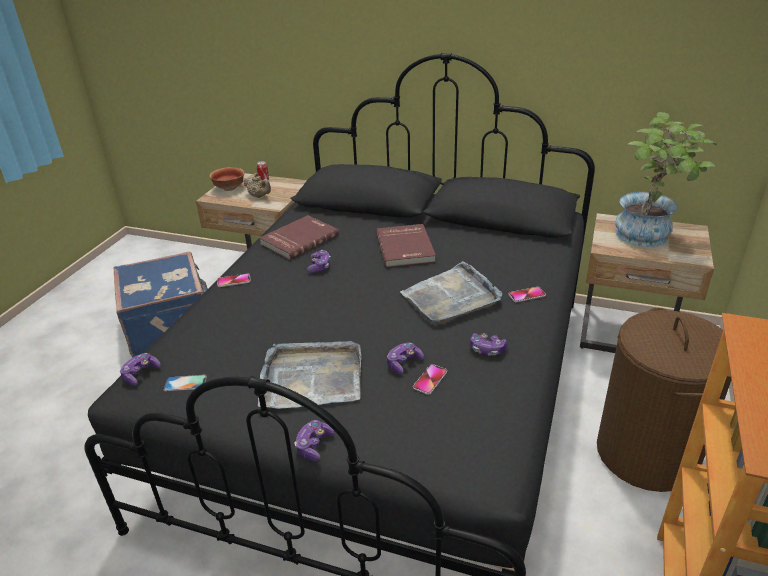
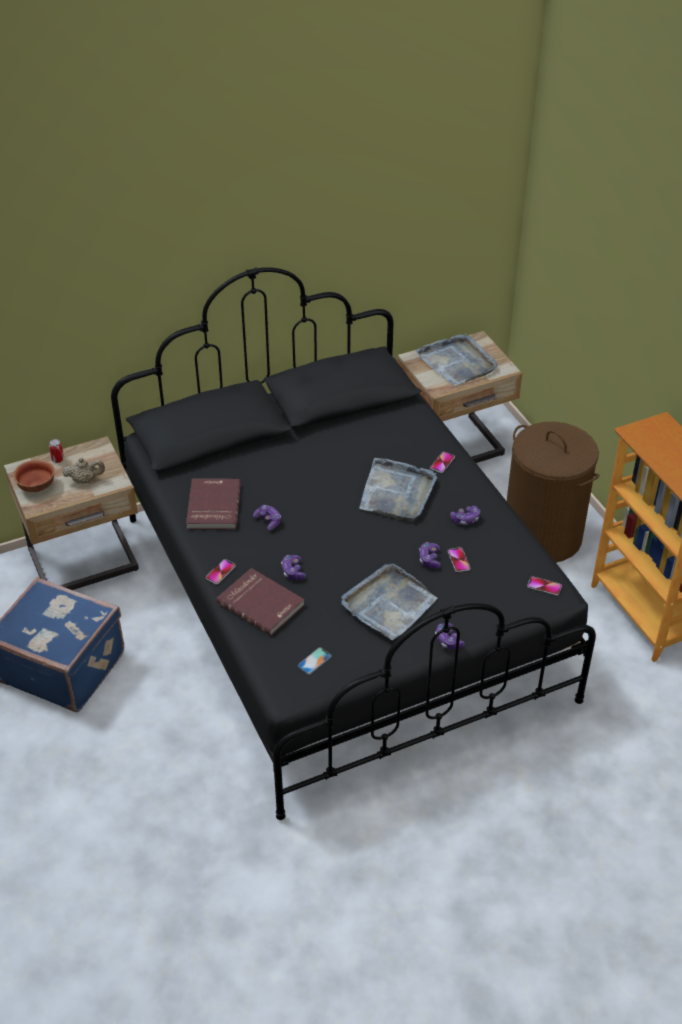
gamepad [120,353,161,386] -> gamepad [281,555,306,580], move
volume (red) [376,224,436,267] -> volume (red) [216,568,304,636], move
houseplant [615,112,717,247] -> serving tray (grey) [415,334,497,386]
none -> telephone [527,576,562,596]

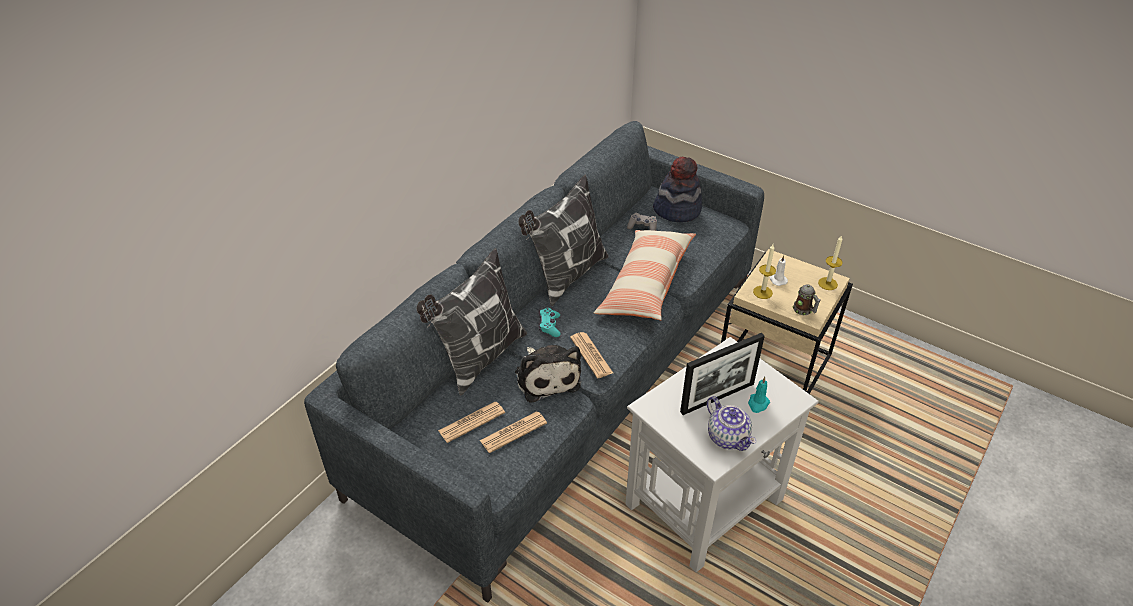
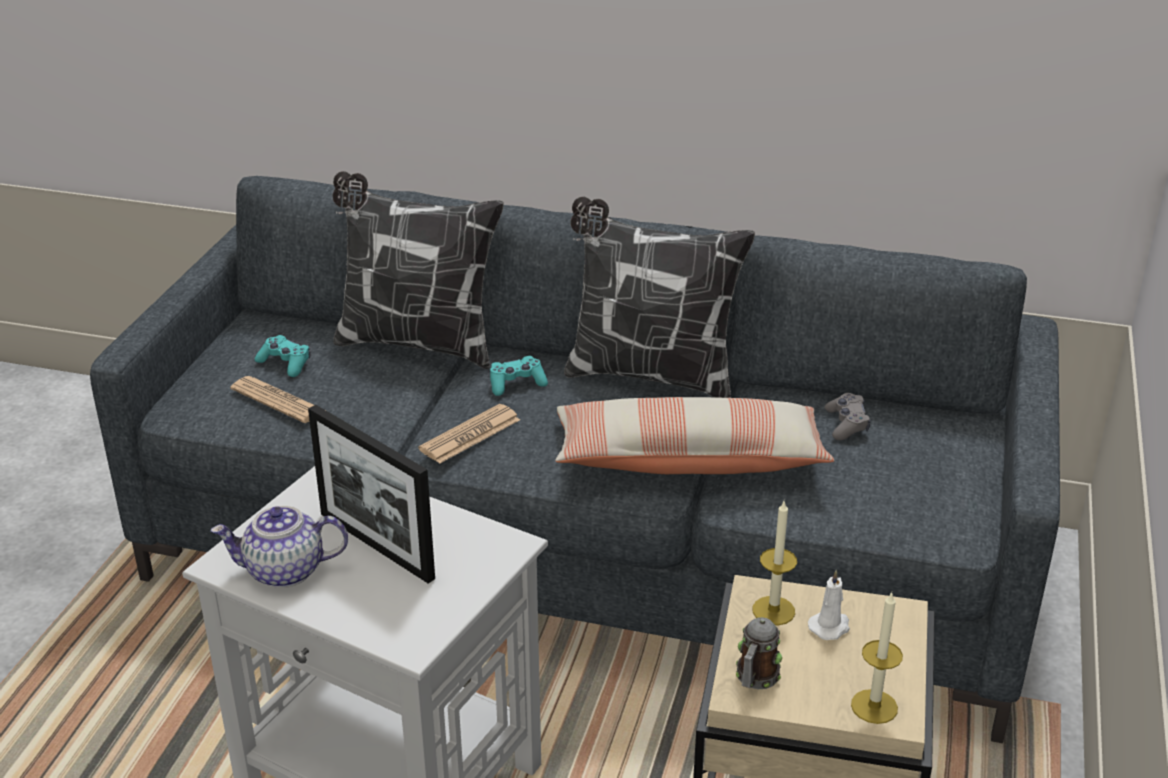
daily paper [438,402,505,443] -> gamepad (turquoise-coloured) [255,335,310,377]
plush toy [515,345,581,403] -> none
wearable hat [653,157,702,222] -> none
pot for tea [707,396,756,451] -> pot for tea [211,505,348,588], 45 degrees clockwise
wax candle (turquoise-coloured) [748,377,770,413] -> none

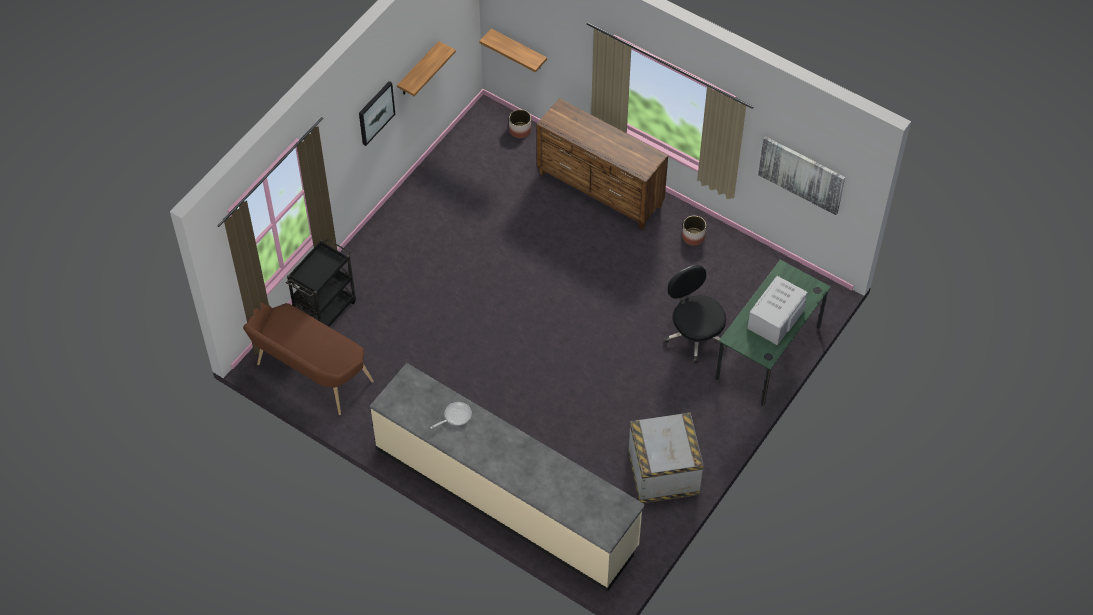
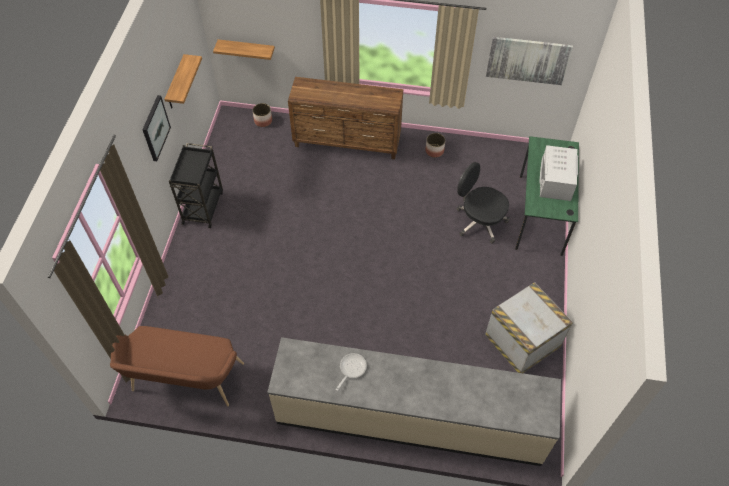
wheeled cart (black) [286,238,356,327] -> wheeled cart (black) [169,143,223,228], move

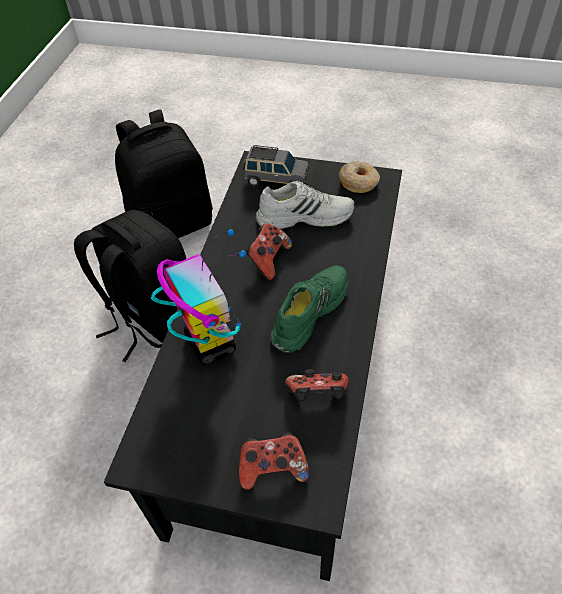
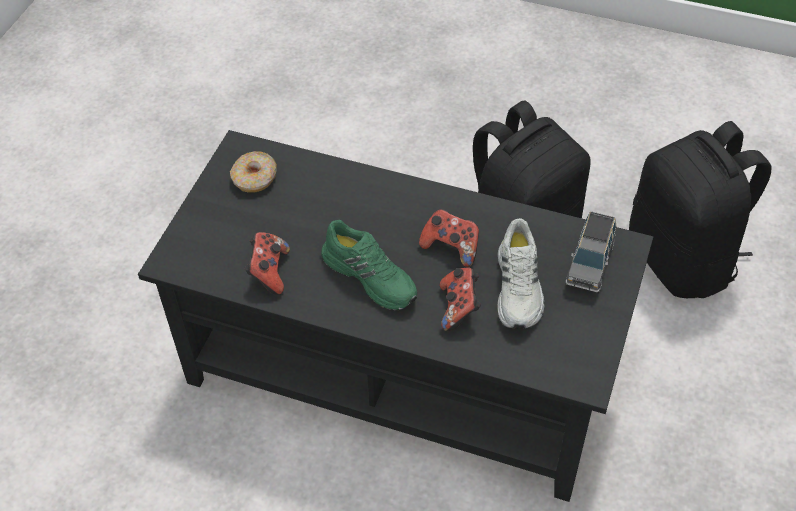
model robot [151,229,247,365] -> none
gamepad [239,432,309,490] -> gamepad [440,268,481,331], move
ring doughnut [339,161,380,193] -> ring doughnut [230,151,277,193], move

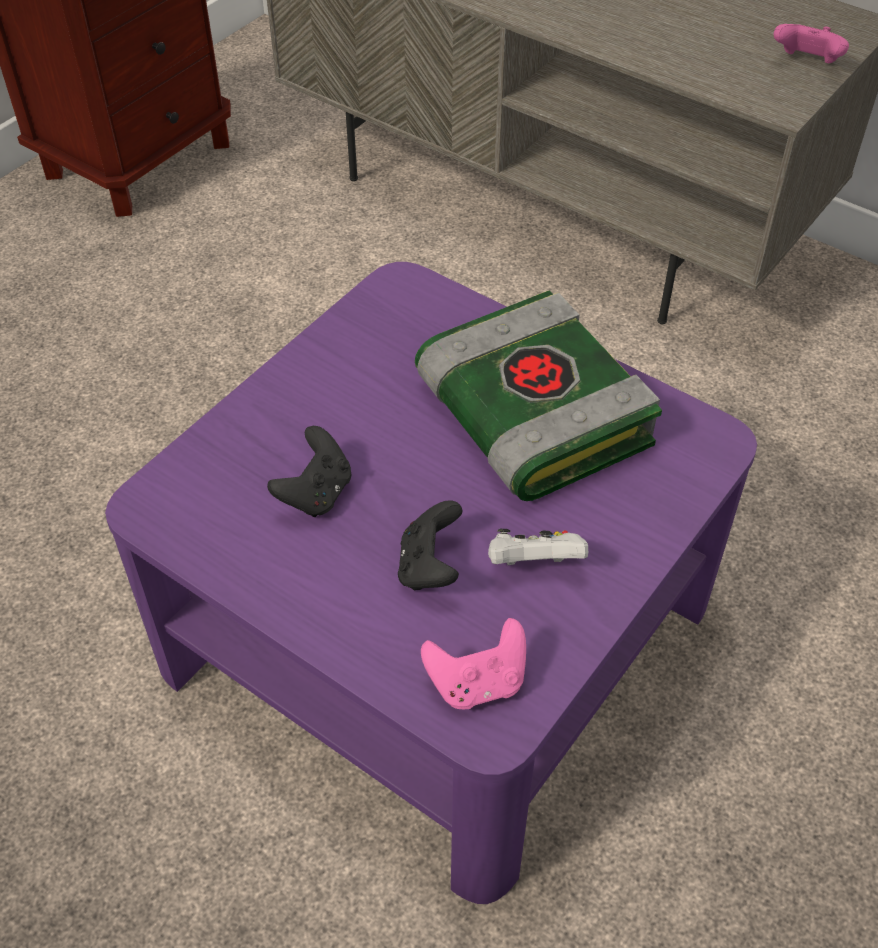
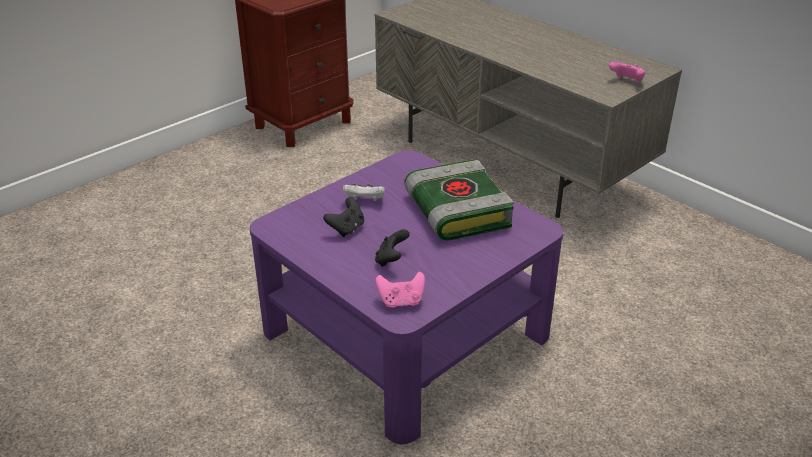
gamepad (white-coloured) [488,529,588,565] -> gamepad (white-coloured) [343,184,385,201], move

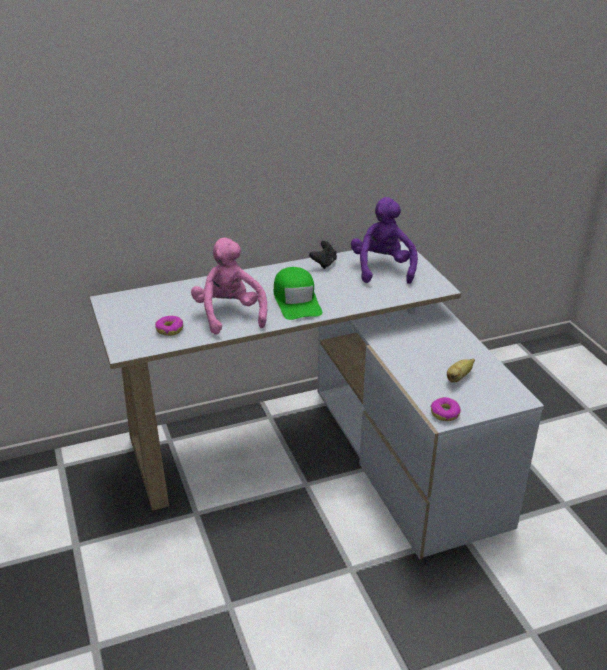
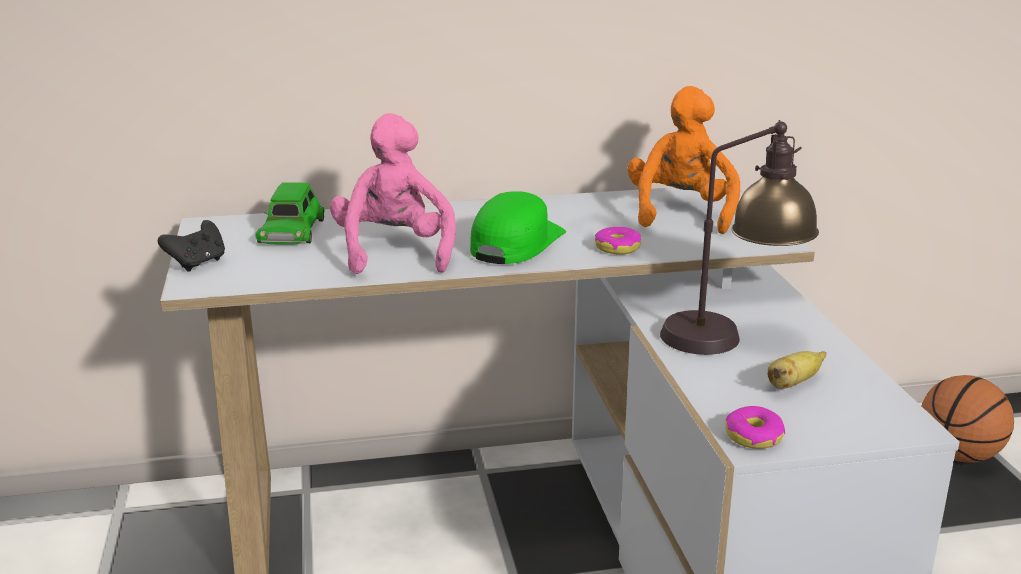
ring doughnut [155,316,183,336] -> ring doughnut [595,227,641,255], move
peaked cap (green-coloured) [274,267,322,320] -> peaked cap (green-coloured) [470,191,566,264], 150 degrees counterclockwise
gamepad (black) [309,241,337,269] -> gamepad (black) [158,220,225,271], move
plush toy (purple) [351,197,418,284] -> plush toy (orangey) [627,86,740,234]
none -> model car (green-coloured) [255,182,324,245]
none -> table lamp [660,120,819,355]
none -> basketball [922,375,1014,463]

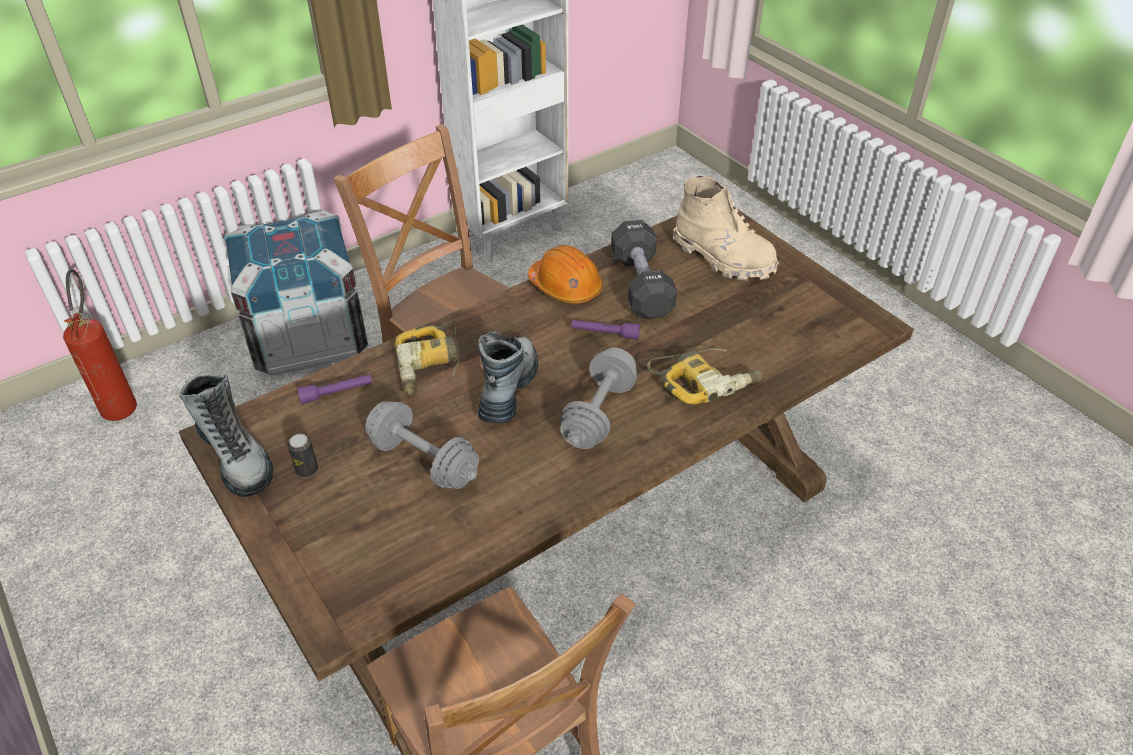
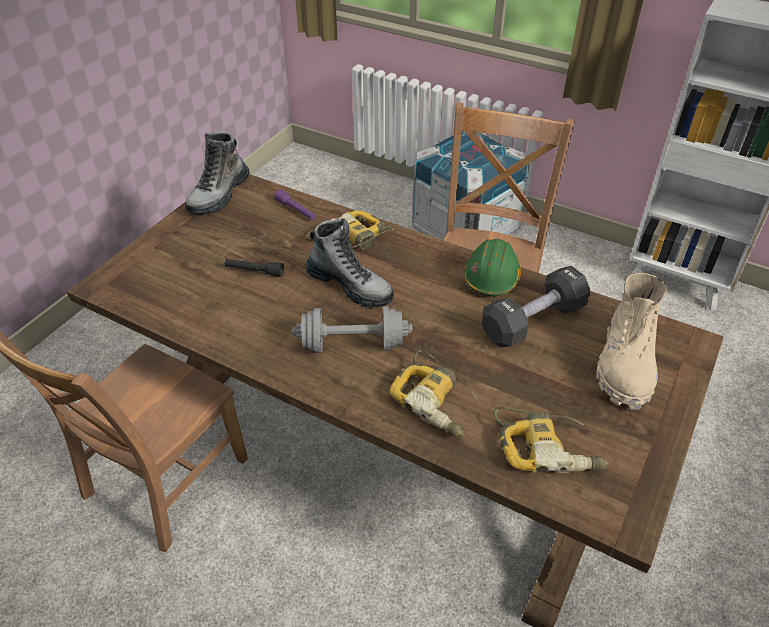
fire-fighting cylinder [63,269,137,421] -> none
metal can [288,434,318,477] -> none
hand weight (grey) [365,401,479,489] -> hand torch (black) [225,259,284,277]
tall boot [478,331,538,424] -> tall boot [305,218,394,308], 45 degrees clockwise
safety helmet (orangey) [528,245,603,304] -> safety helmet (green-coloured) [464,238,521,297]
hand torch (purple) [571,320,640,340] -> none
none -> electric drill [494,407,609,473]

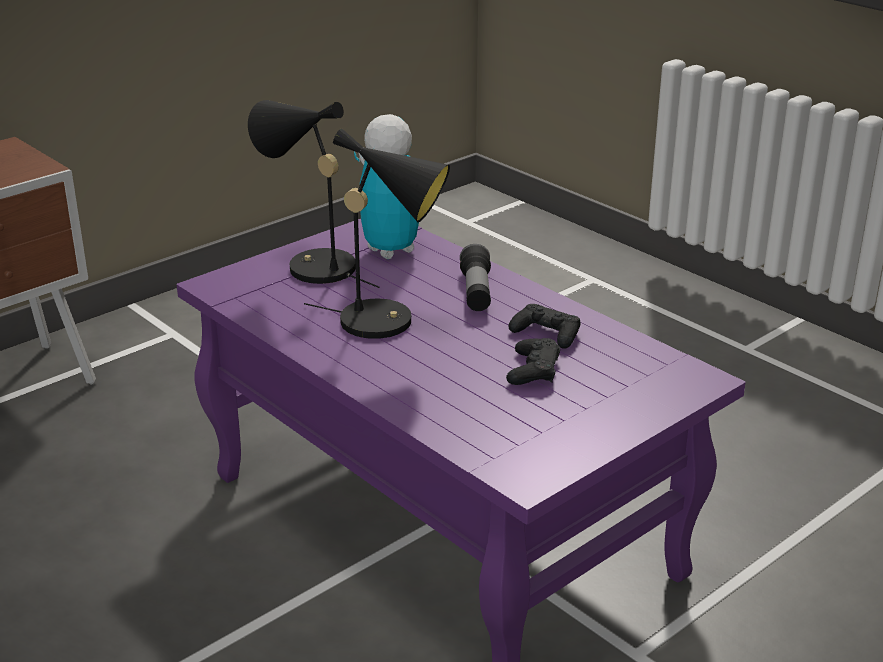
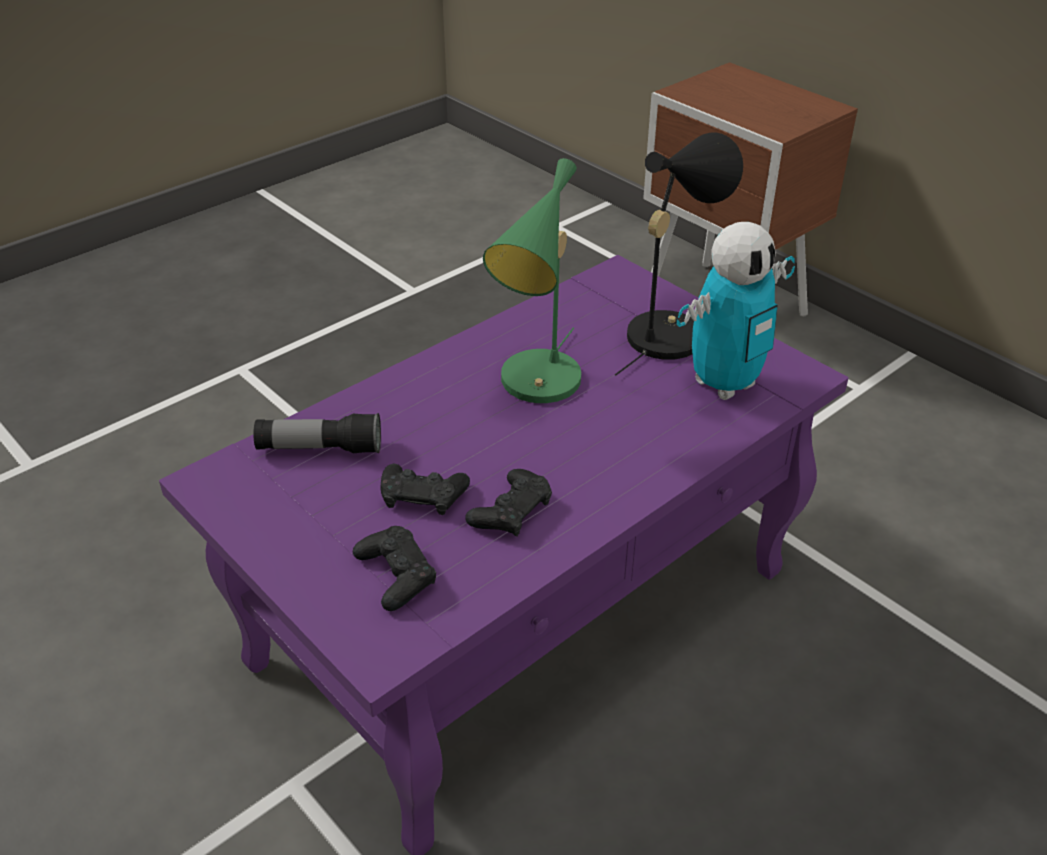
table lamp (black) [304,128,450,339] -> table lamp (green-coloured) [483,158,581,403]
hand torch [460,244,491,311] -> hand torch [253,413,381,453], move
none -> gamepad (black) [353,526,436,611]

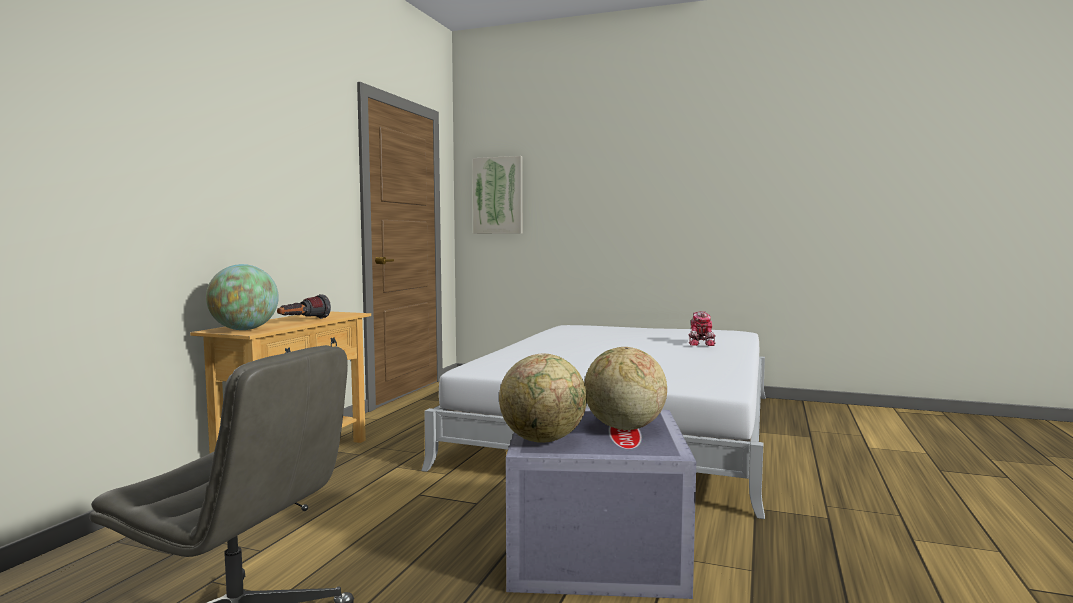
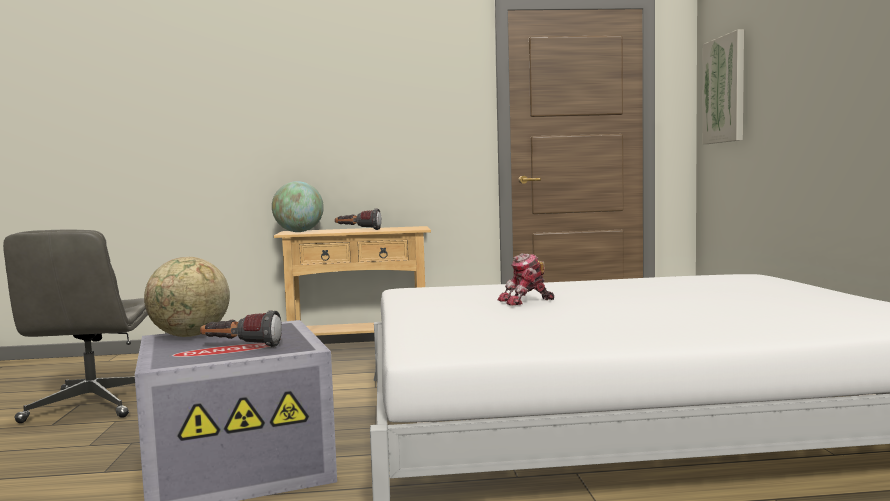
globe [584,347,667,430] -> hand torch [200,310,282,347]
model robot [689,311,716,346] -> model robot [498,253,554,306], move

